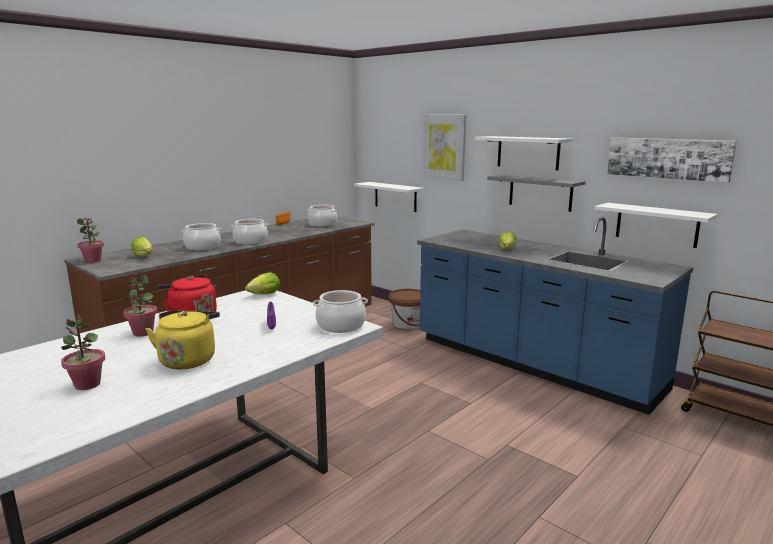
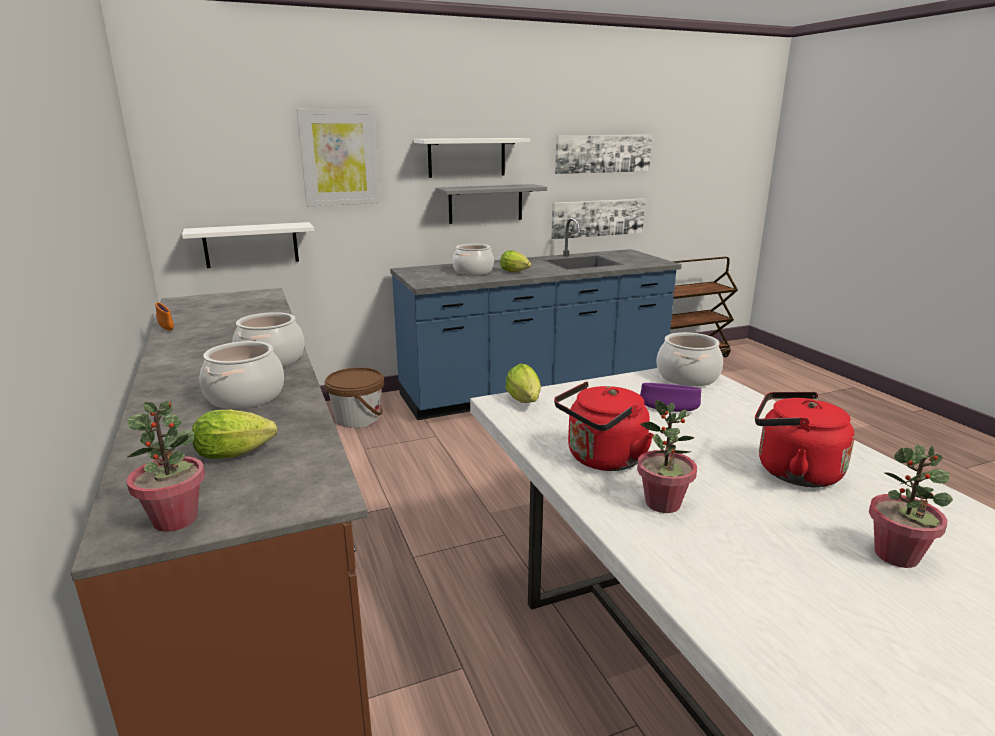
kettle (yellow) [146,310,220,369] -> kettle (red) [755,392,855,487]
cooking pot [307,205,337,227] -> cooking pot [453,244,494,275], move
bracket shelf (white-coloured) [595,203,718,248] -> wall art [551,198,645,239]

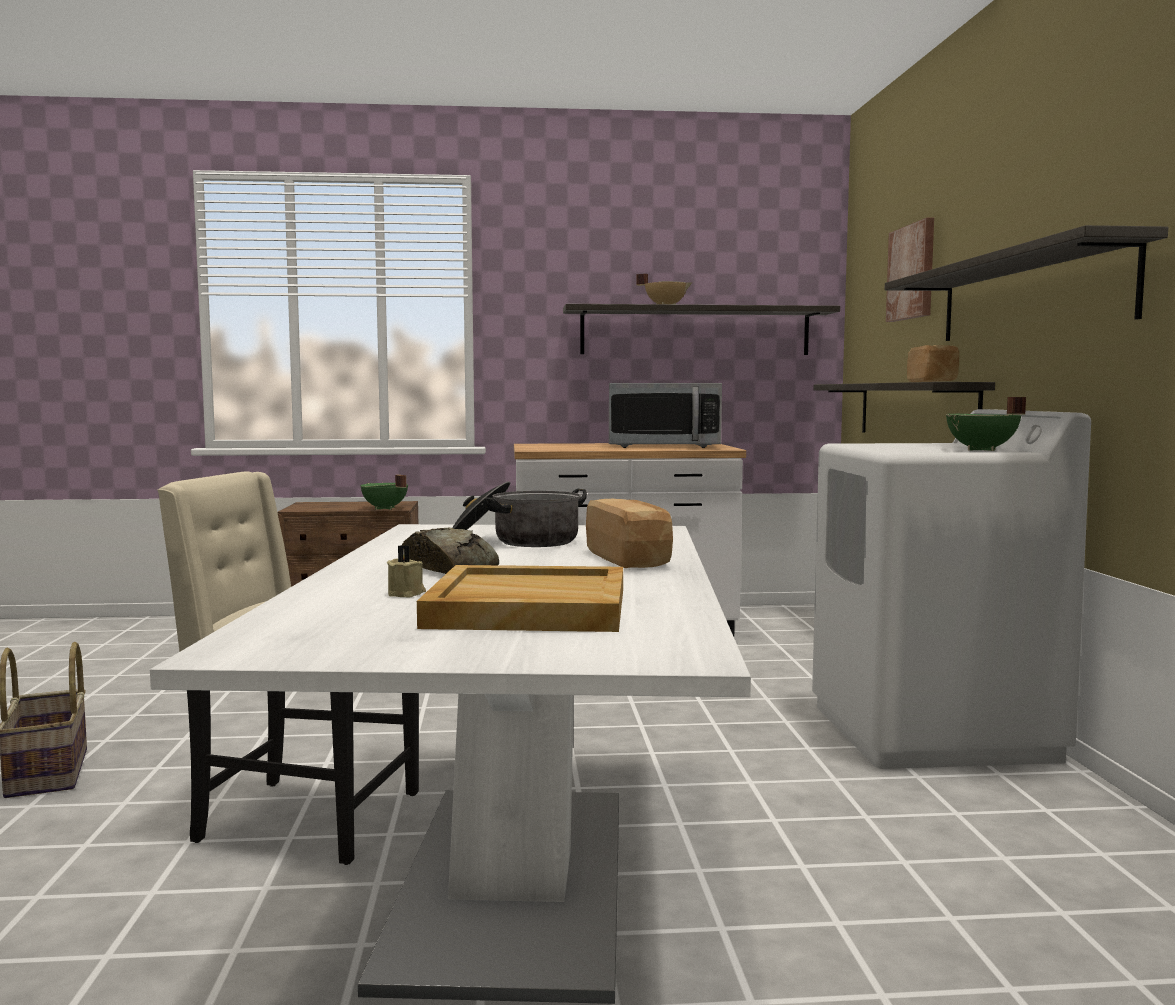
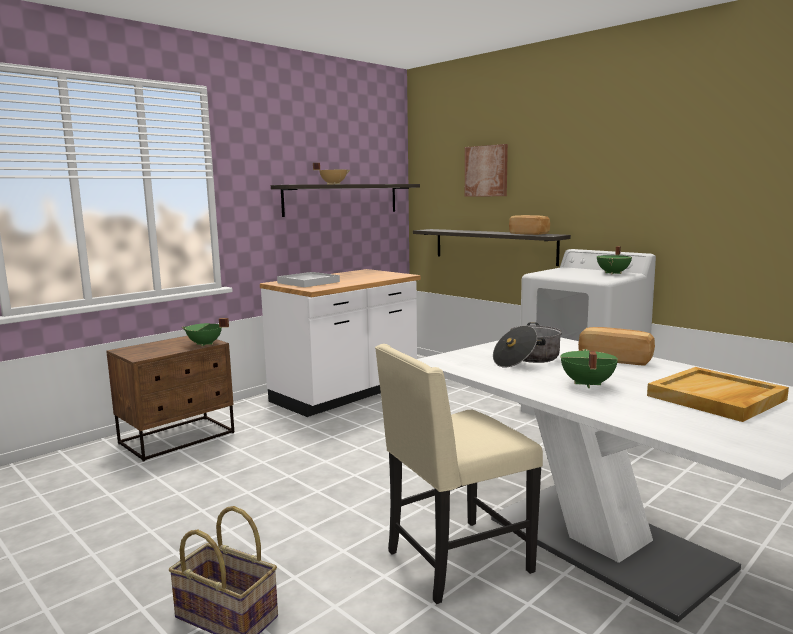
wax candle (sand-coloured) [387,545,426,598] -> none
bread [402,528,499,574] -> cooking pot (green-coloured) [560,349,618,388]
microwave [609,383,722,448] -> none
bracket shelf [885,225,1168,341] -> none
none -> serving tray (white-coloured) [277,272,340,287]

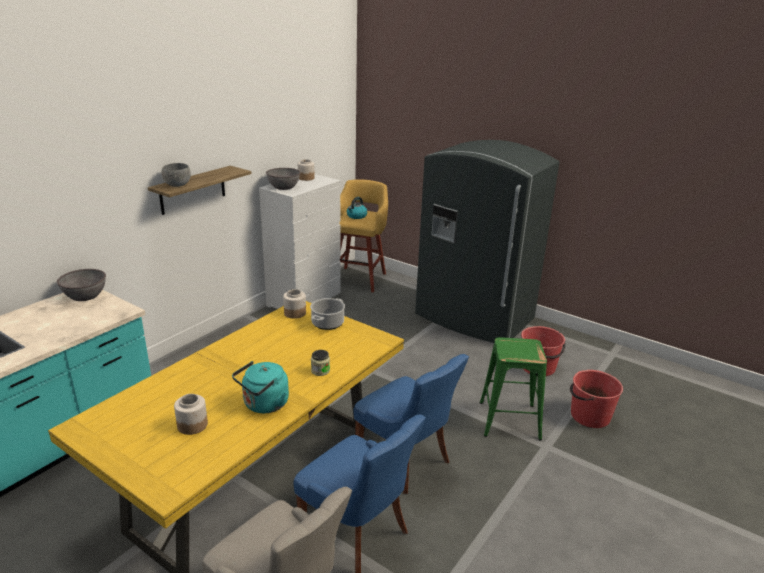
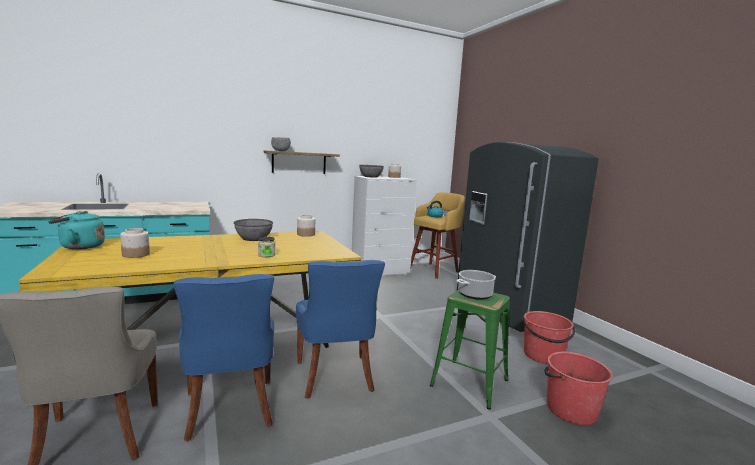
serving bowl (grey) [57,269,106,301] -> serving bowl (grey) [233,219,273,241], move
kettle (turquoise-coloured) [232,361,289,413] -> kettle (turquoise-coloured) [48,211,105,249], move
cooking pot [310,298,345,330] -> cooking pot [457,270,496,300], move

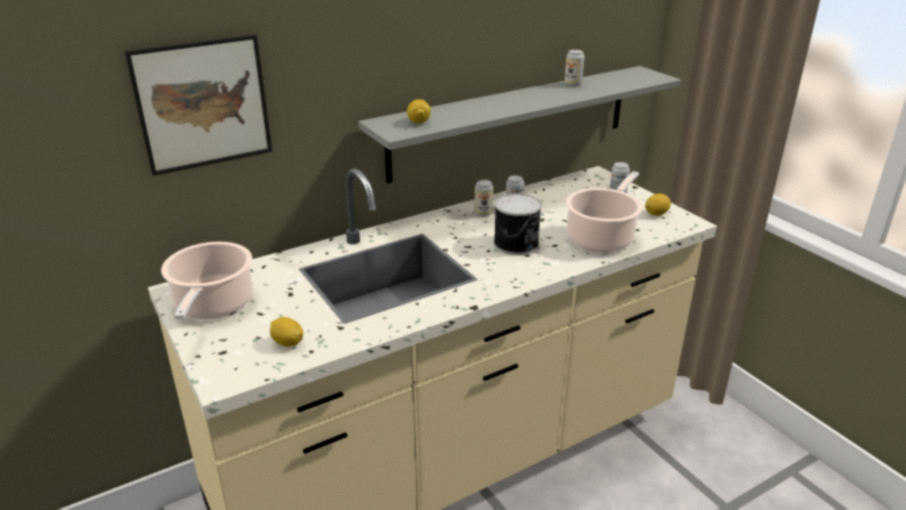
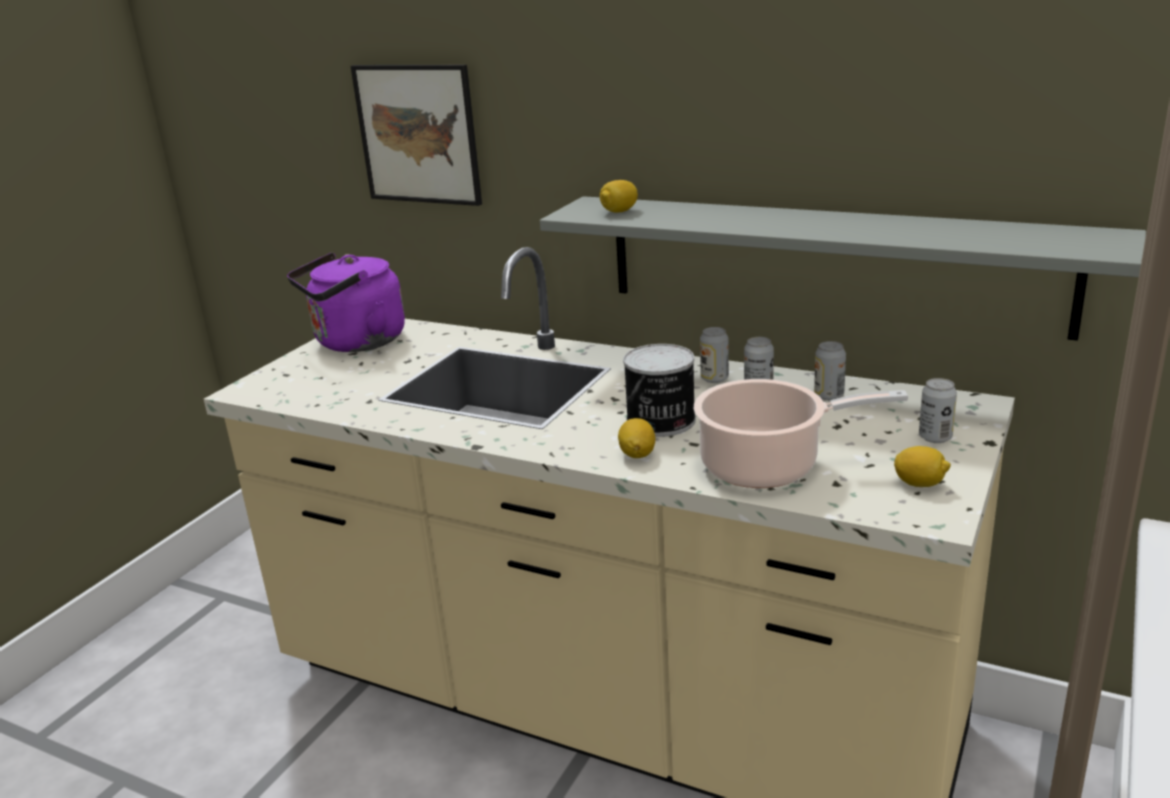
cooking pot [161,242,253,319] -> kettle (purple) [287,252,405,352]
whole lemon [270,317,303,347] -> whole lemon [618,418,655,458], move
metal can [565,50,585,86] -> metal can [814,341,846,401], move

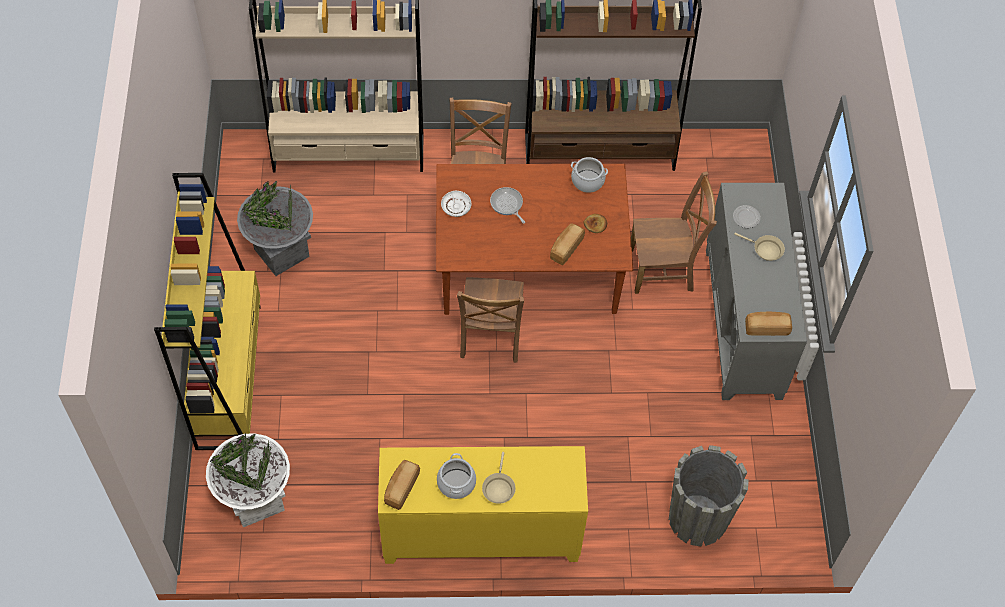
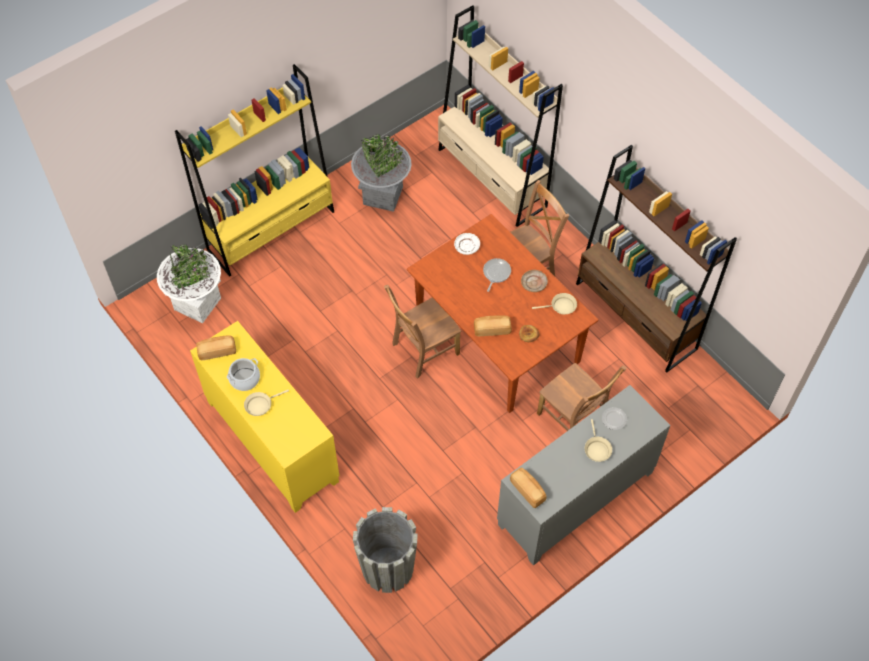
cooking pot [571,157,608,193] -> skillet (sand-coloured) [532,293,577,315]
none -> dinner plate (sand-coloured) [521,270,548,292]

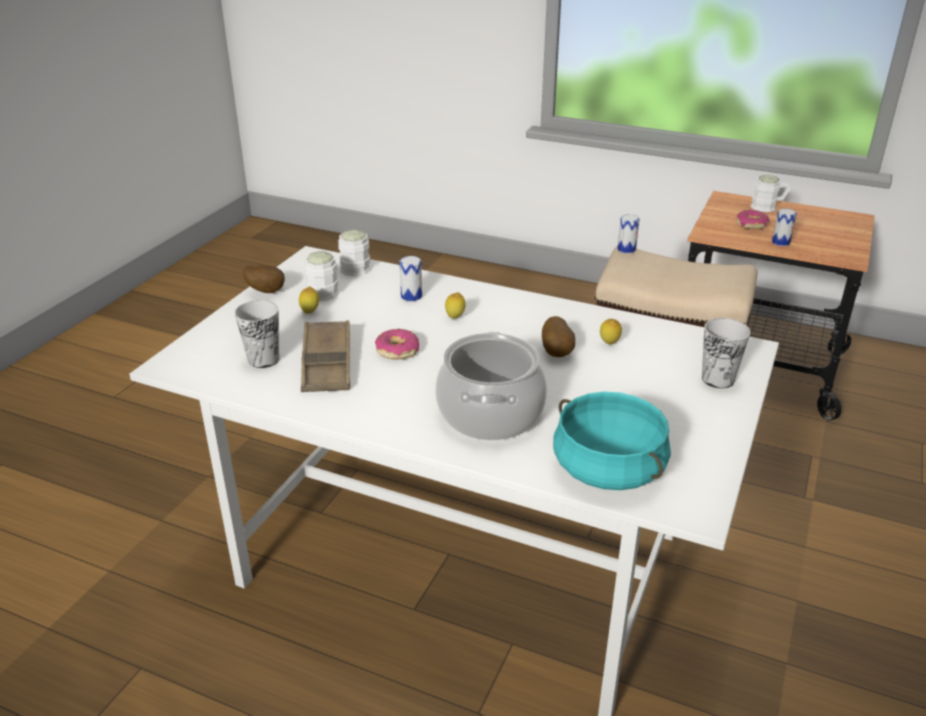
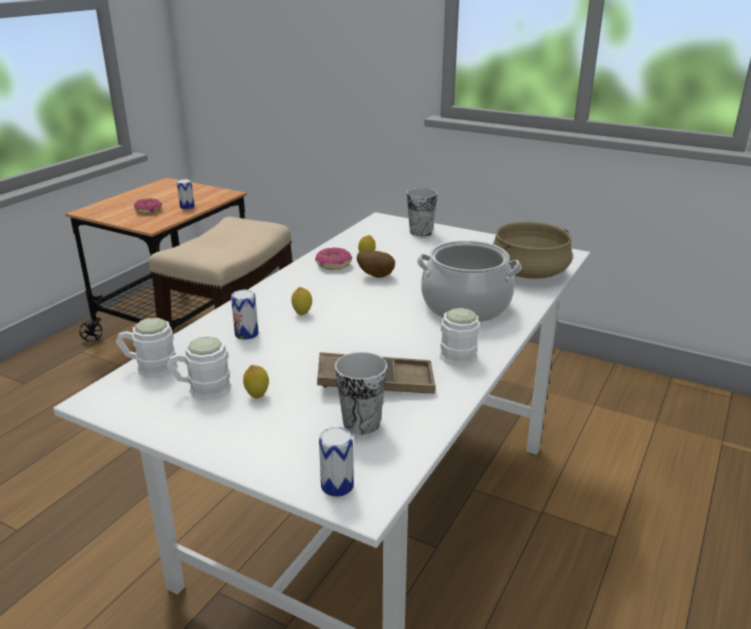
spud [243,265,285,293] -> none
ring doughnut [375,329,419,360] -> ring doughnut [315,248,352,270], move
cooking pot (turquoise-coloured) [553,392,671,490] -> cooking pot (sand-coloured) [493,222,573,279]
metal can [617,214,639,253] -> metal can [319,427,354,497], move
coffee mug (white-coloured) [750,175,791,212] -> coffee mug (white-coloured) [439,308,479,367], move

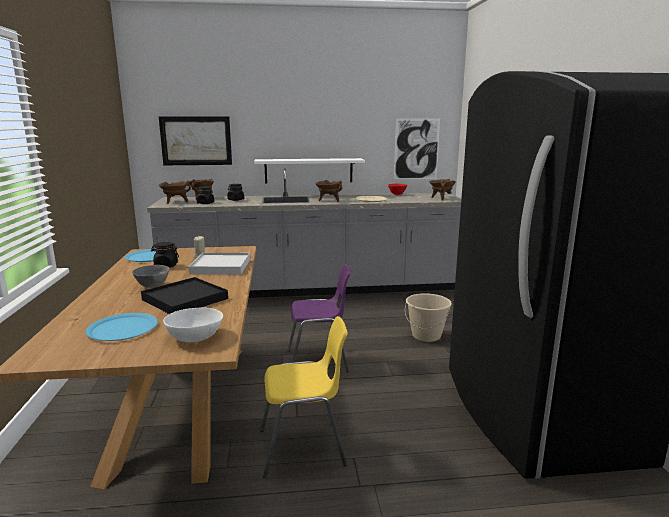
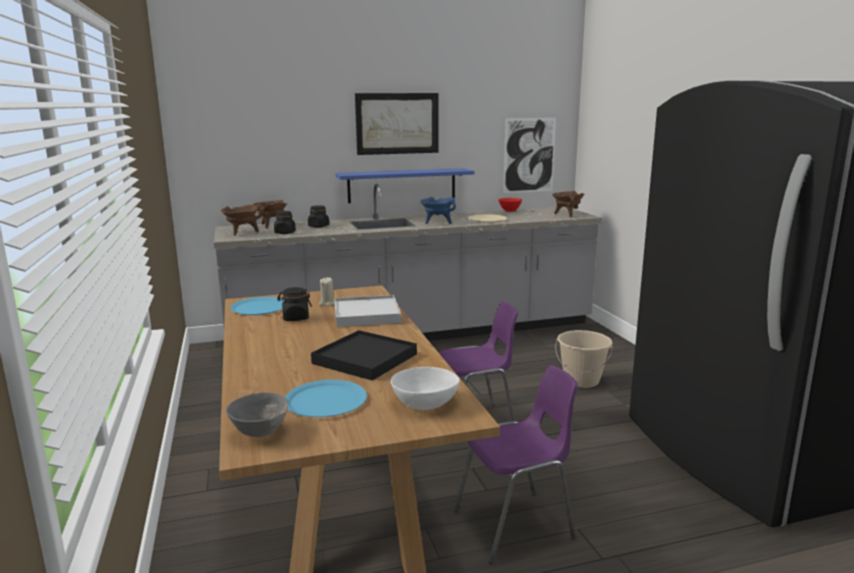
serving bowl (grey) [132,265,170,288] -> serving bowl (grey) [226,393,288,437], move
wall art [159,116,232,165] -> wall art [355,93,439,155], move
bracket shelf (white-coloured) [254,158,365,183] -> bracket shelf (blue-coloured) [335,168,475,203]
chair (yellow) [260,316,348,478] -> chair (purple) [454,365,578,564]
cooking pot (brown) [315,180,342,202] -> cooking pot (blue-coloured) [420,197,456,224]

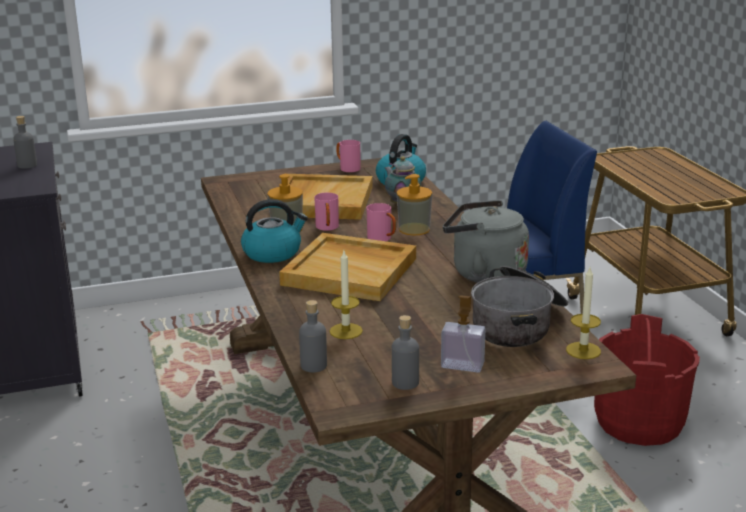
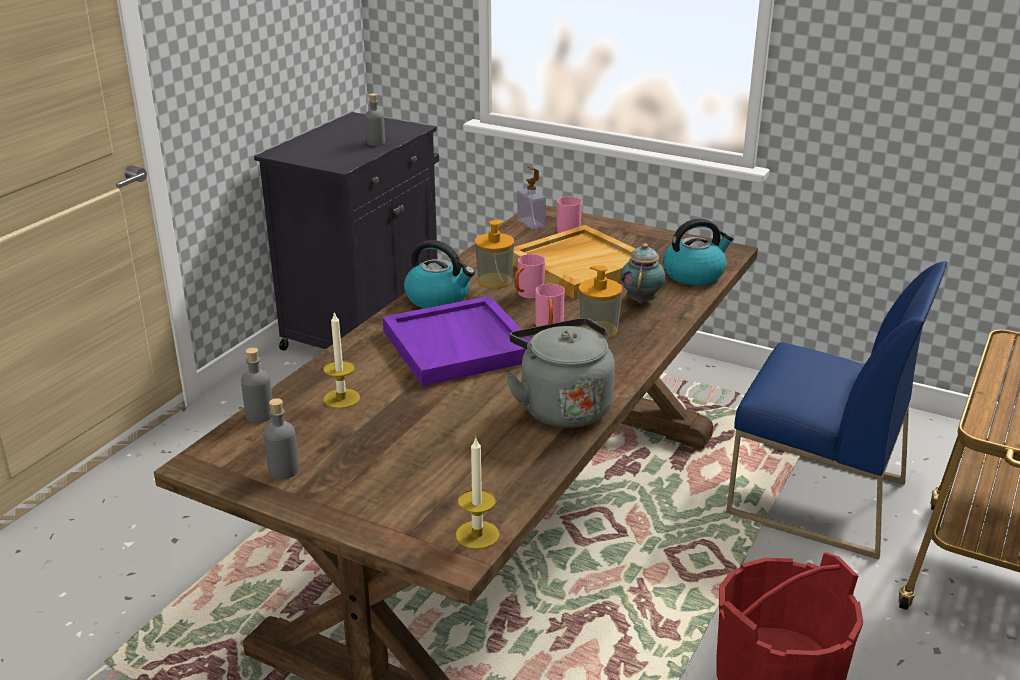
serving tray (sand-coloured) [279,233,416,301] -> serving tray (purple) [383,296,531,386]
coffee mug (pinkish) [336,140,360,172] -> coffee mug (pinkish) [557,197,582,233], move
soap dispenser [441,295,485,372] -> soap dispenser [517,167,546,229], move
cooking pot [471,266,568,347] -> none

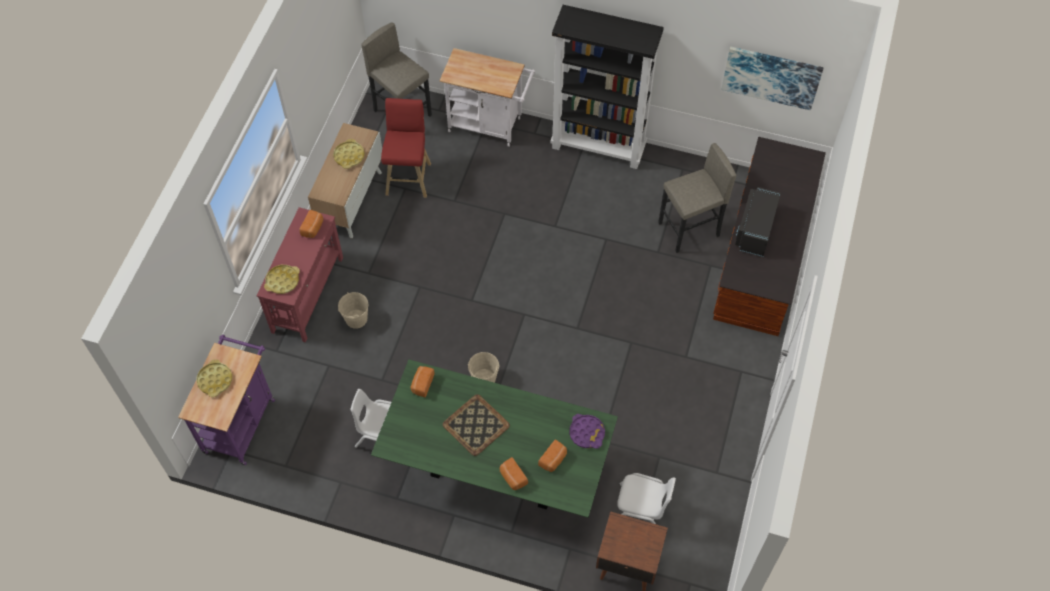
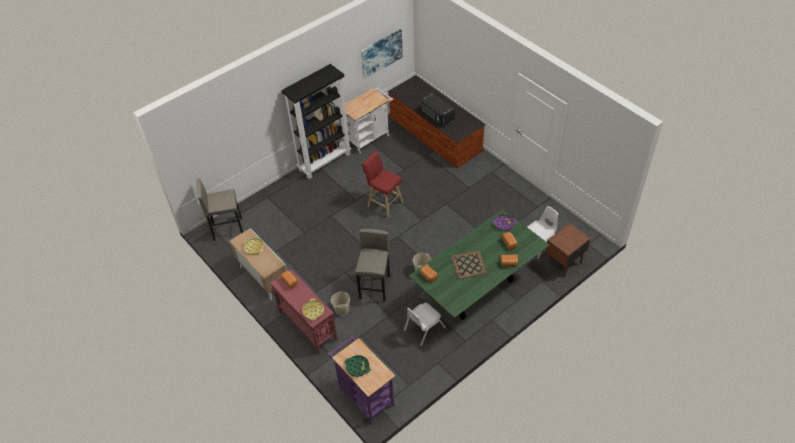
serving tray (yellow) [196,359,232,397] -> serving tray (green-coloured) [345,355,370,377]
sitting stool (red) [381,98,431,198] -> sitting stool (red) [362,151,404,218], move
wheeled cart (white-coloured) [440,48,535,147] -> wheeled cart (white-coloured) [339,87,393,154], move
sitting stool (grey) [658,143,736,253] -> sitting stool (grey) [355,229,390,302], move

